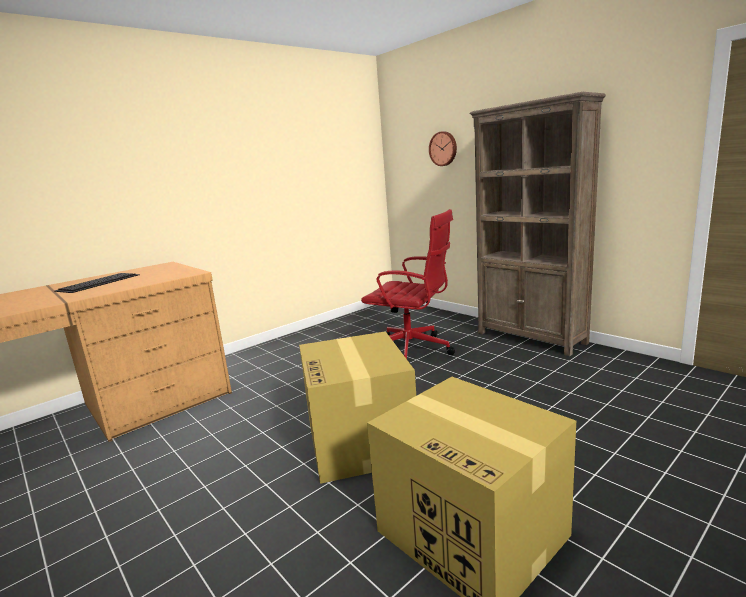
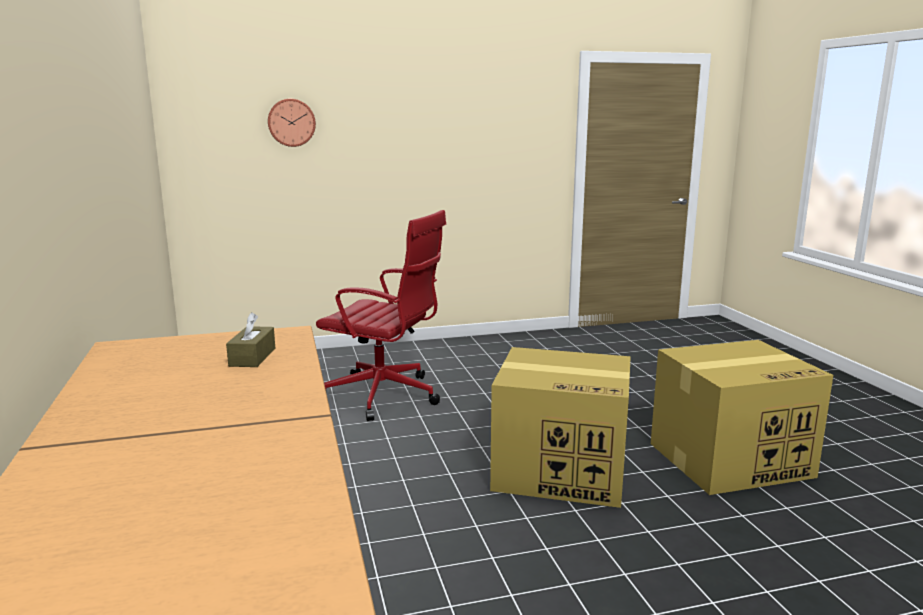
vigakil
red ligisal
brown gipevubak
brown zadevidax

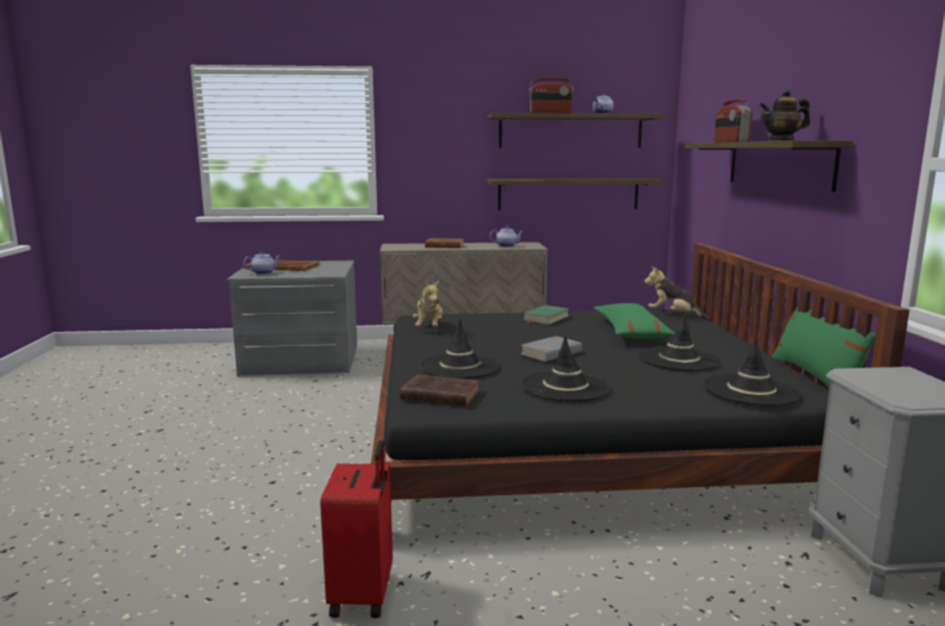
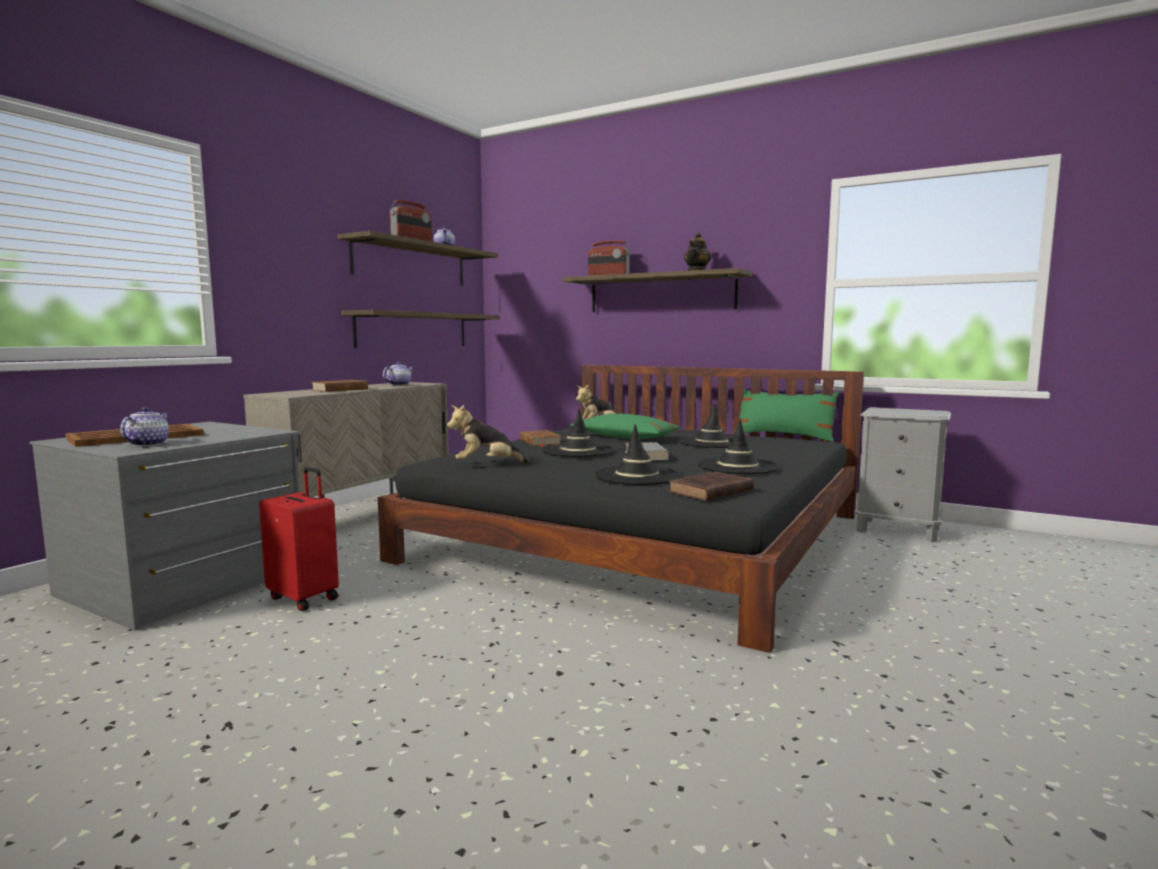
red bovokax
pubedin (1st from left)
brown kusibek (2nd from left)
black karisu (1st from left)

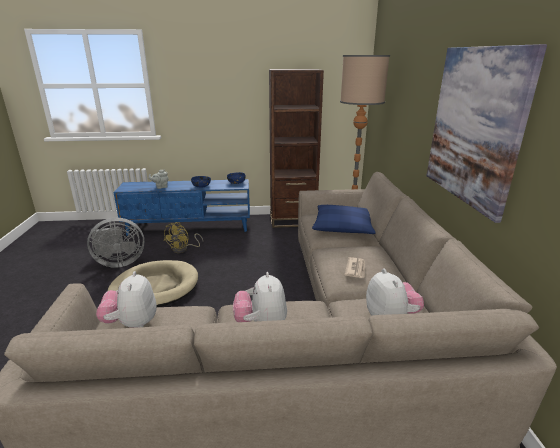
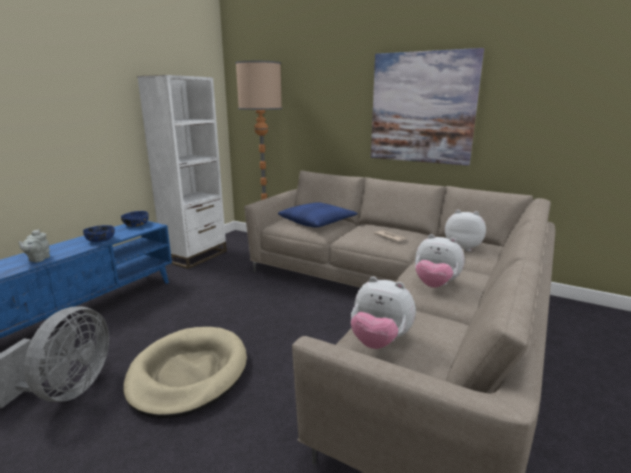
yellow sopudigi
white gipevubak

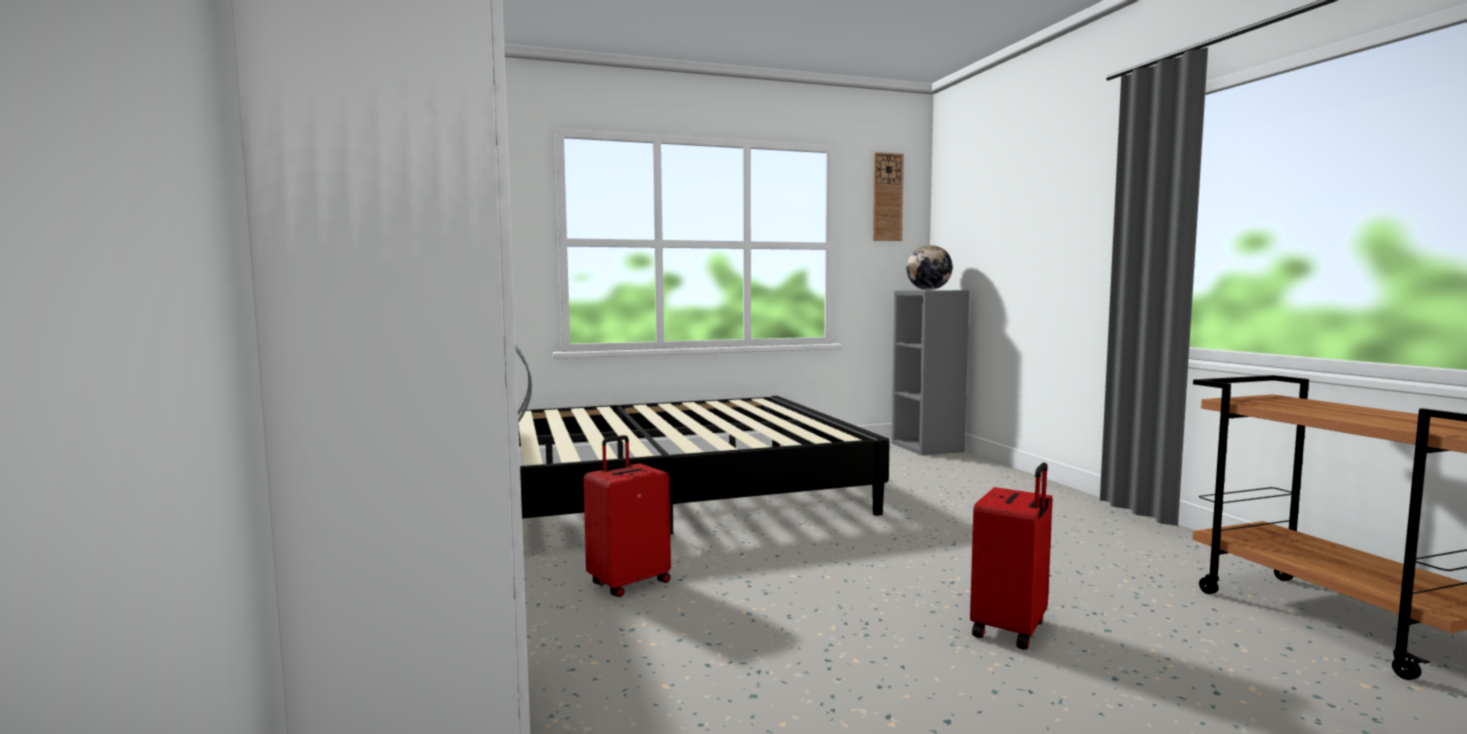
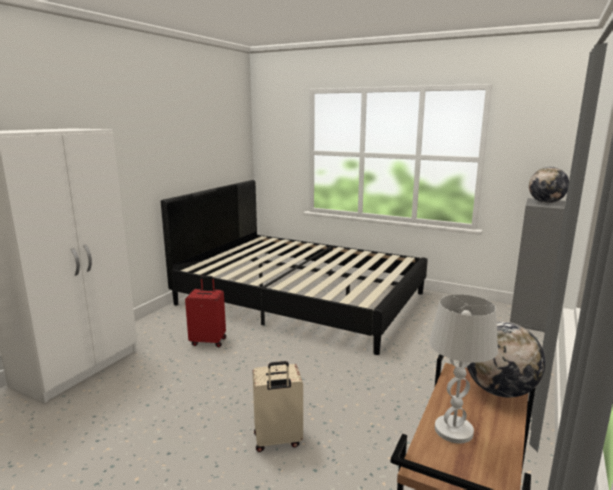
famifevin
beige bovokax
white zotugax
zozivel (1st from left)

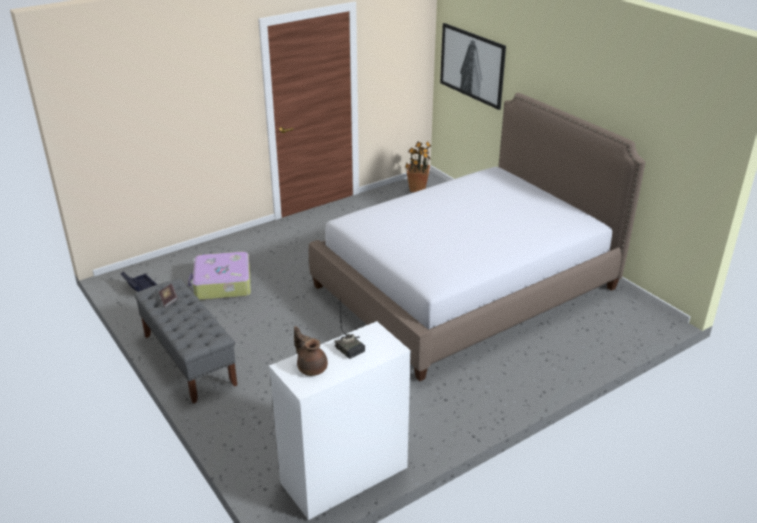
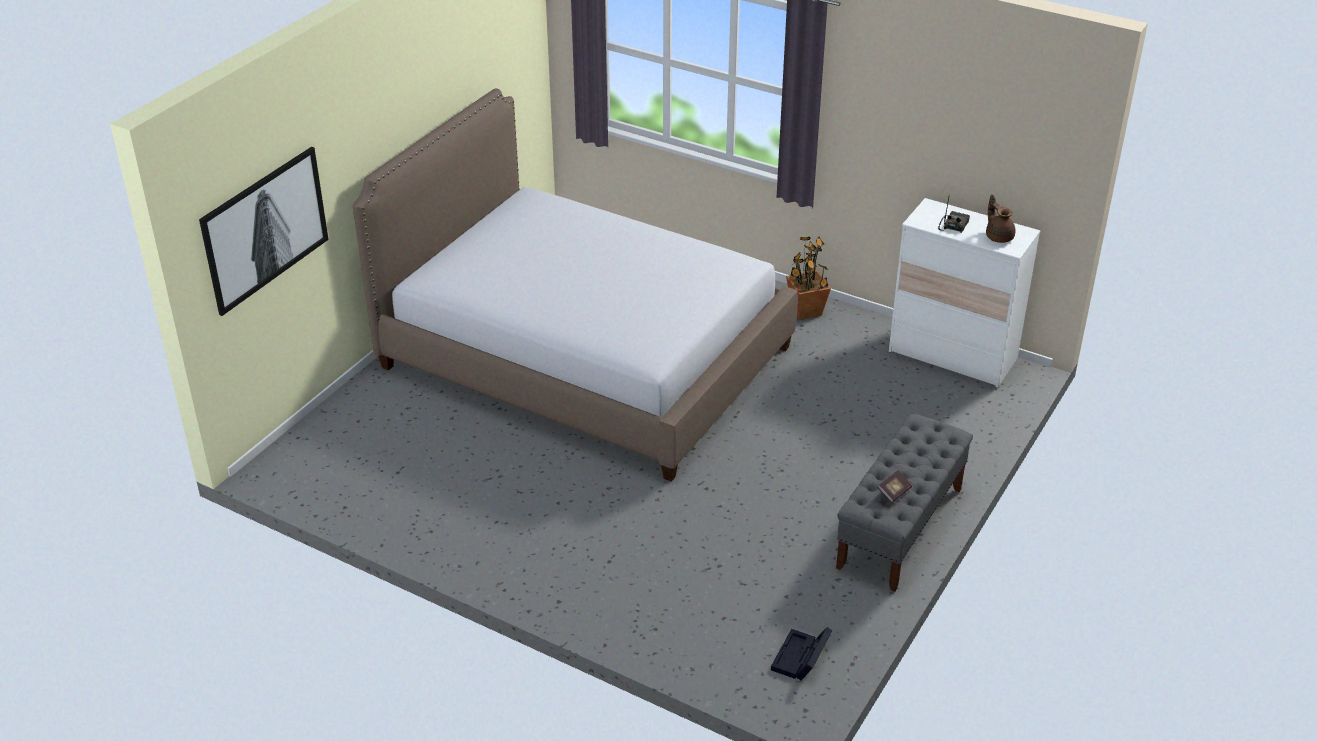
bovokax
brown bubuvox
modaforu

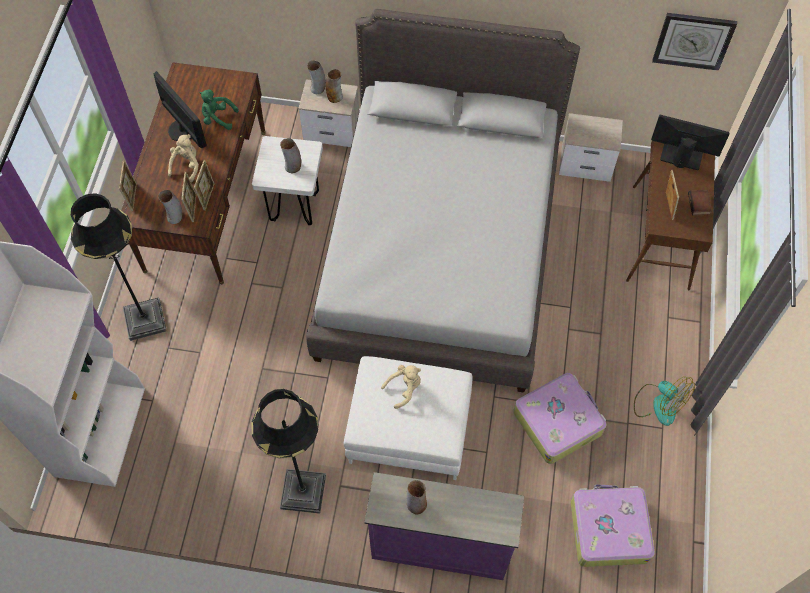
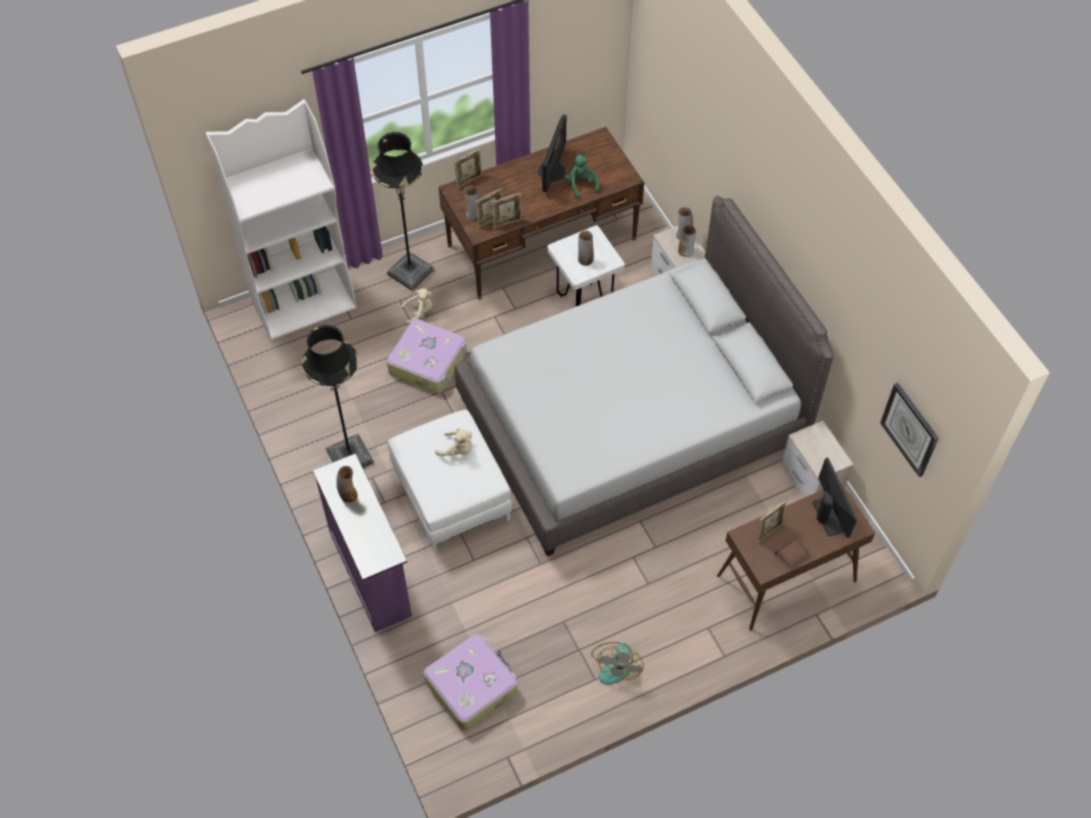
beige pubedin (1st from left)
bovokax (1st from left)

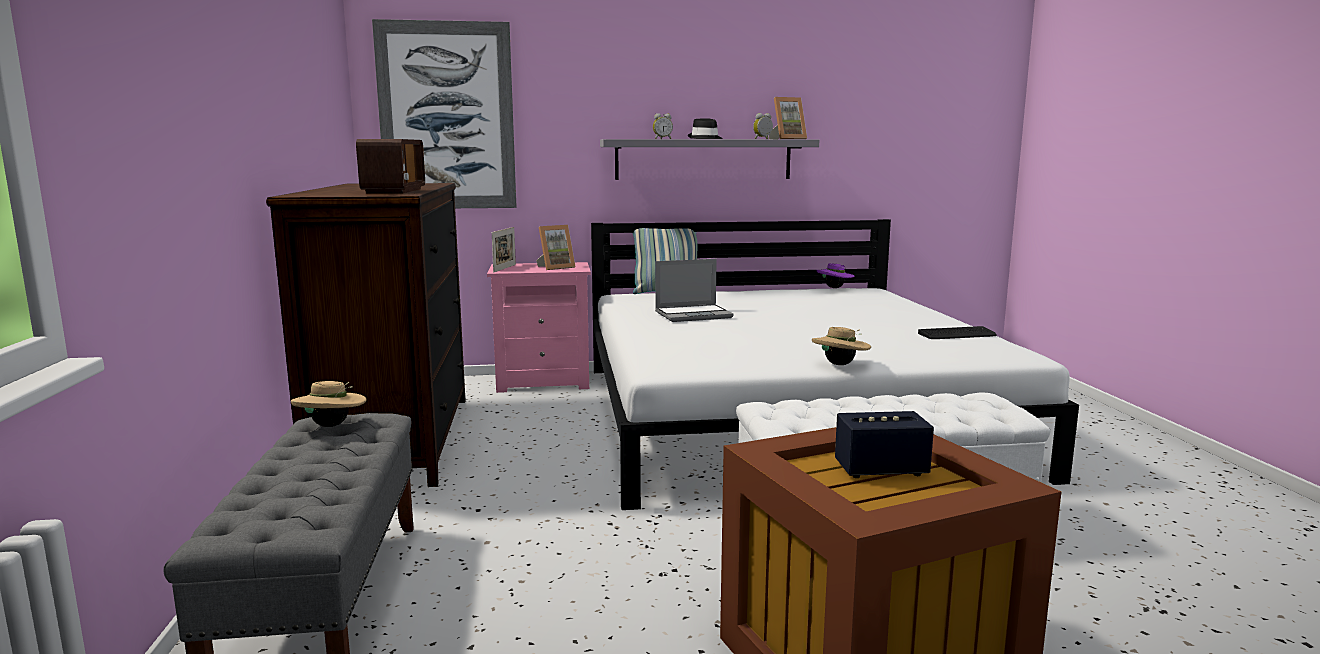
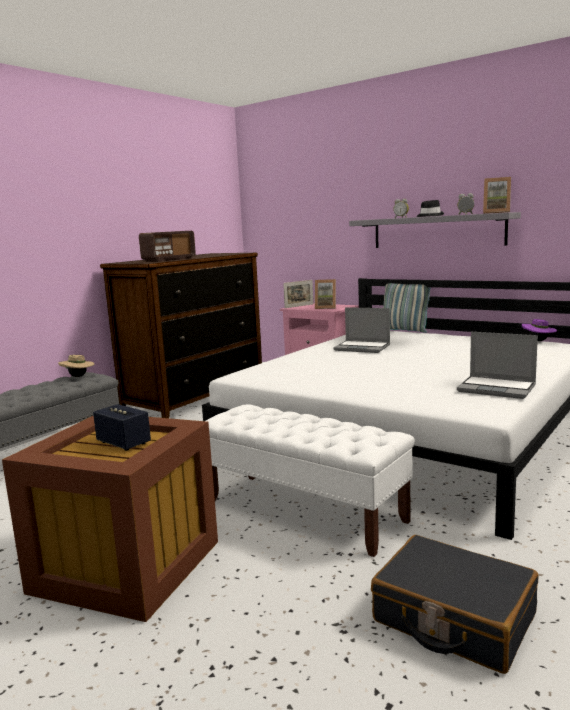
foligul
beige karisu (2nd from left in the first image)
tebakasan (2nd from left)
black bovokax

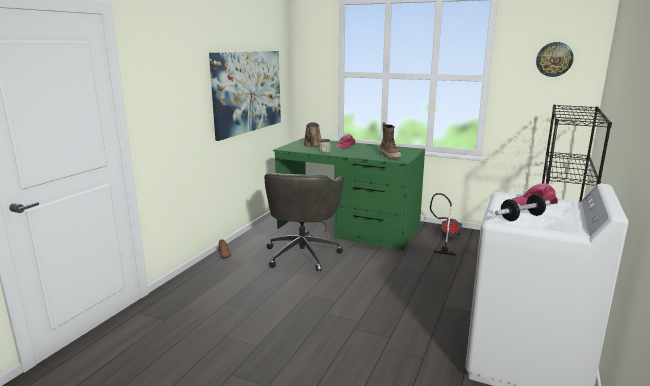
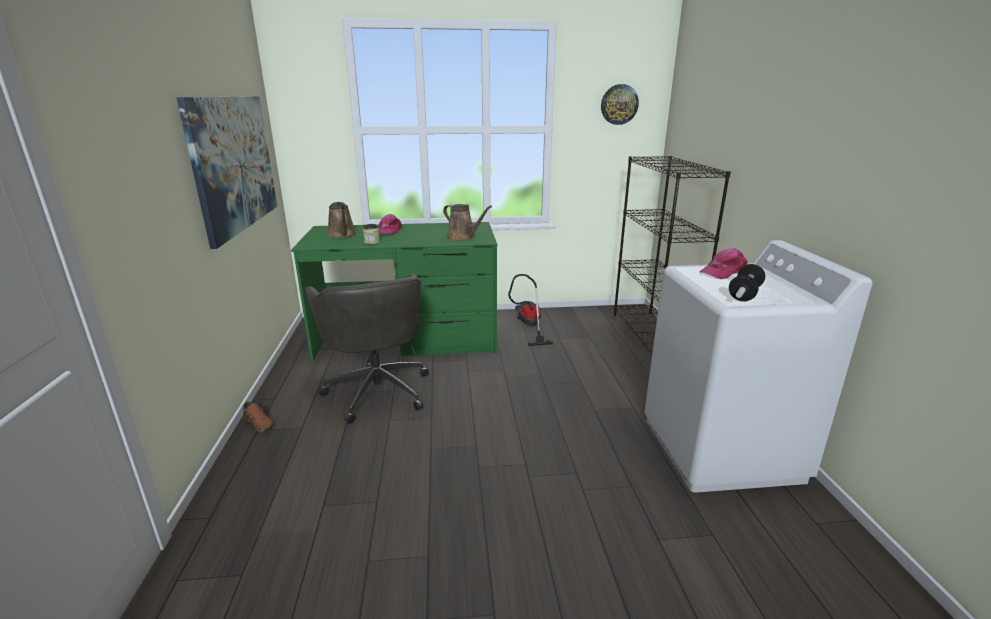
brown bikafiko (2nd from left)

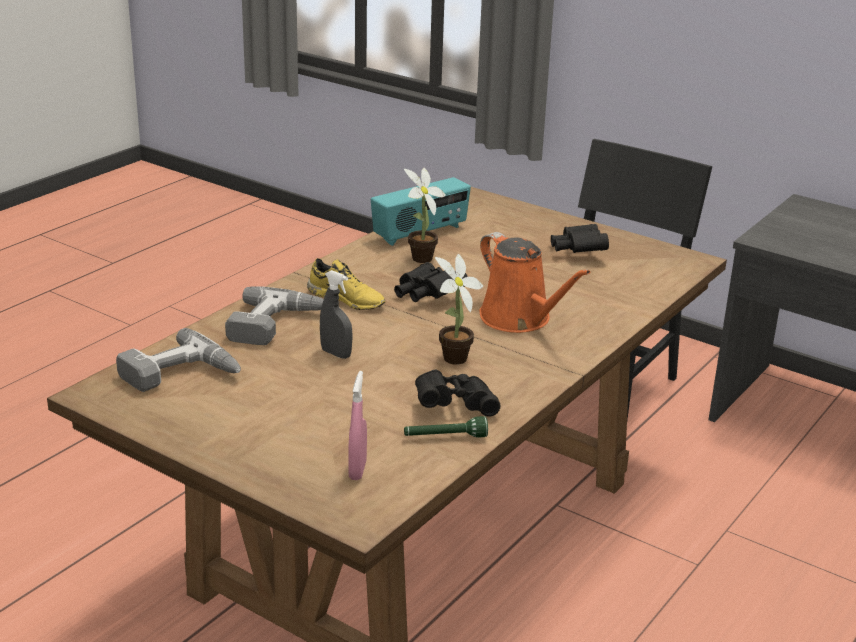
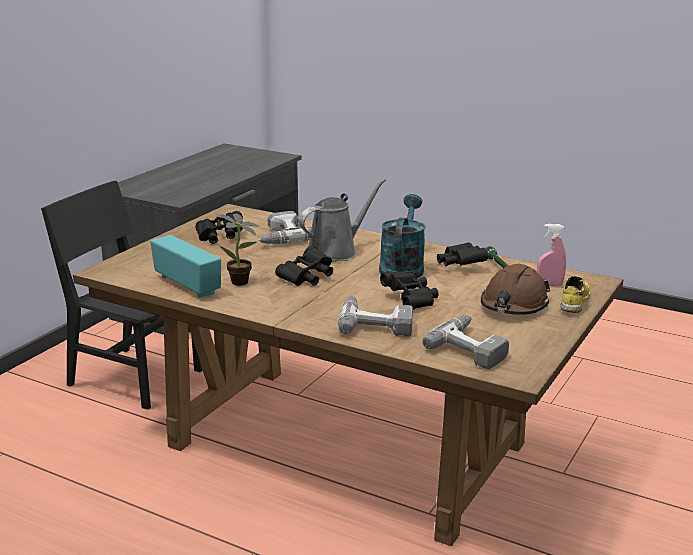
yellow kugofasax
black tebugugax (3rd from left)
turquoise bikafiko
grey bikafiko
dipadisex (1st from left)
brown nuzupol

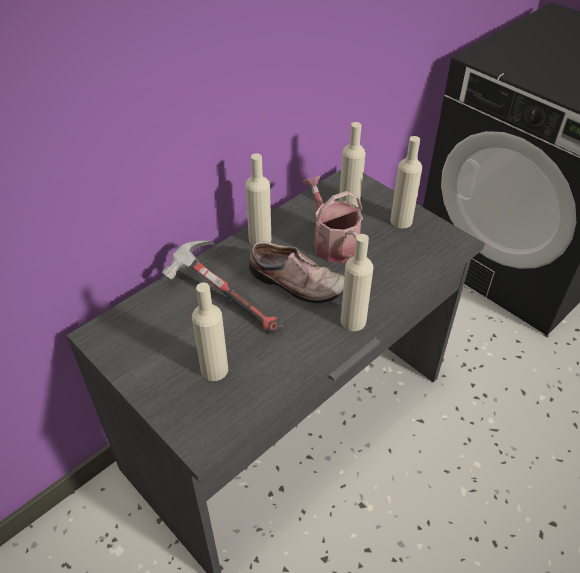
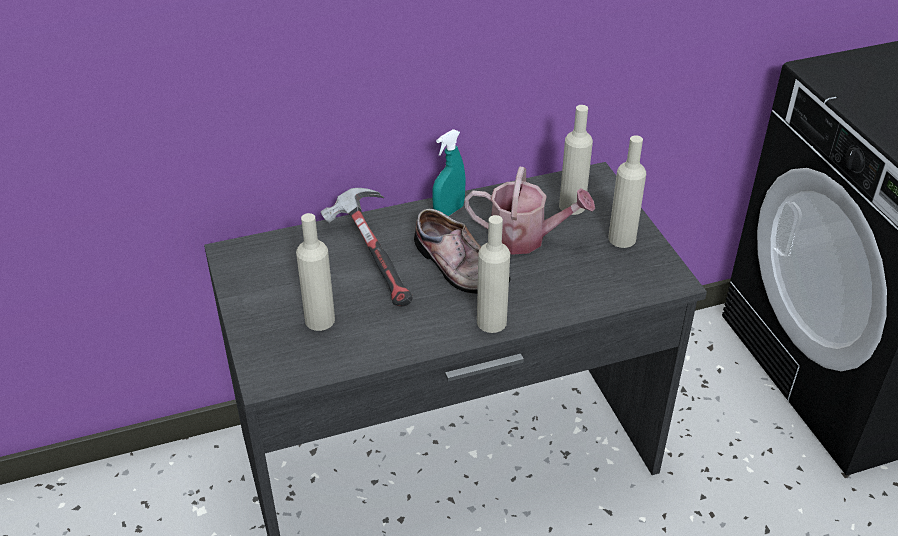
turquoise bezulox
bikafiko

